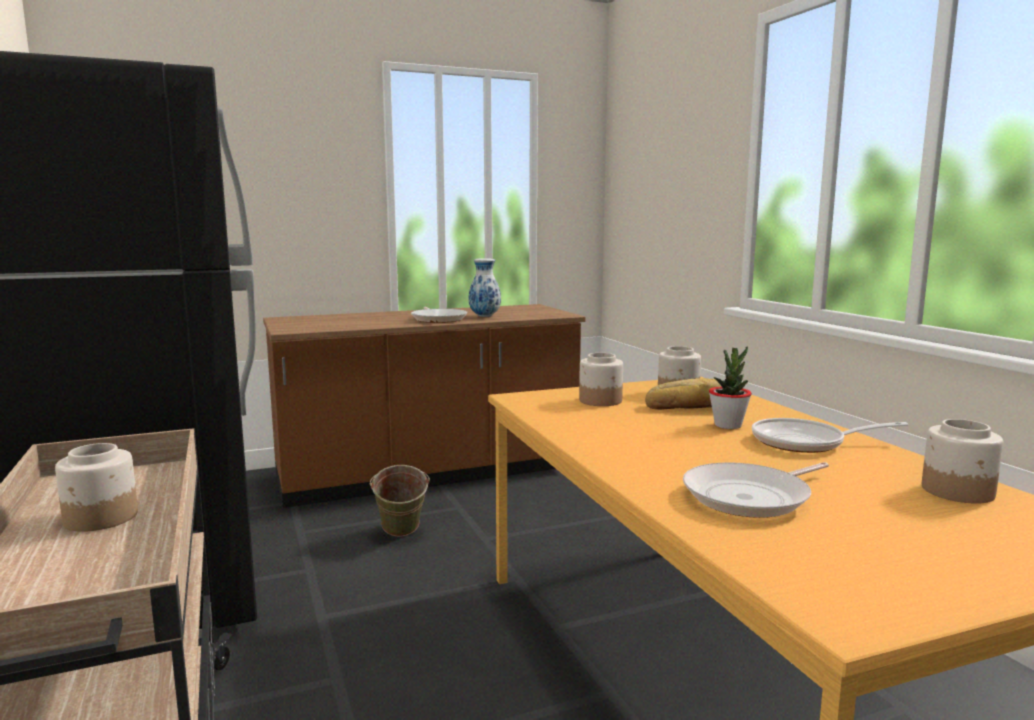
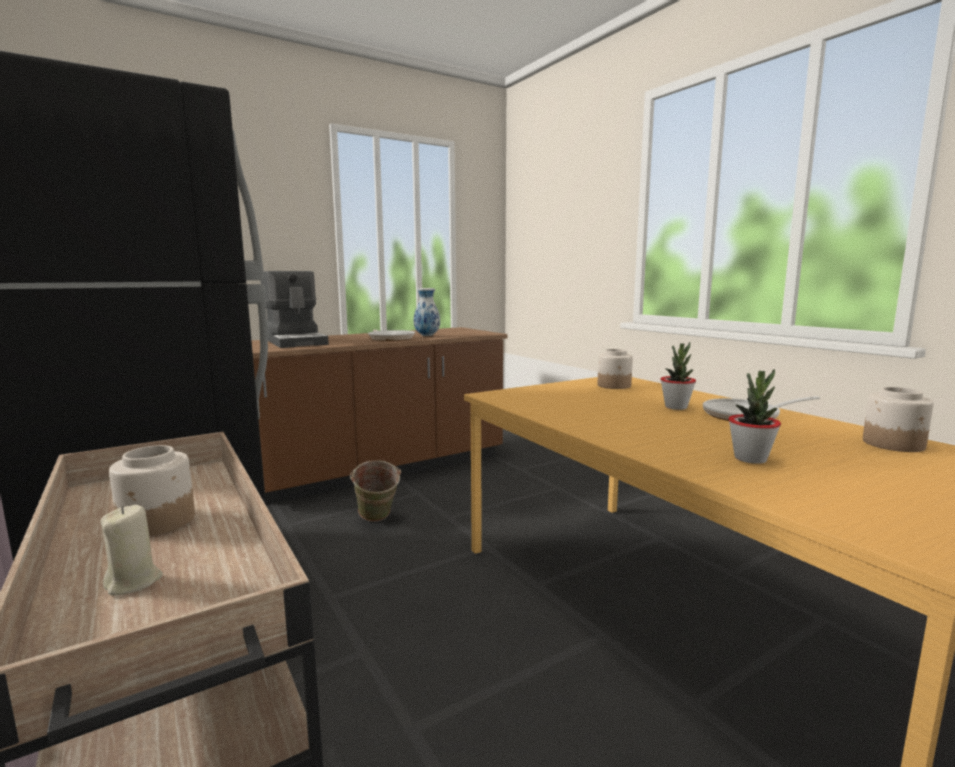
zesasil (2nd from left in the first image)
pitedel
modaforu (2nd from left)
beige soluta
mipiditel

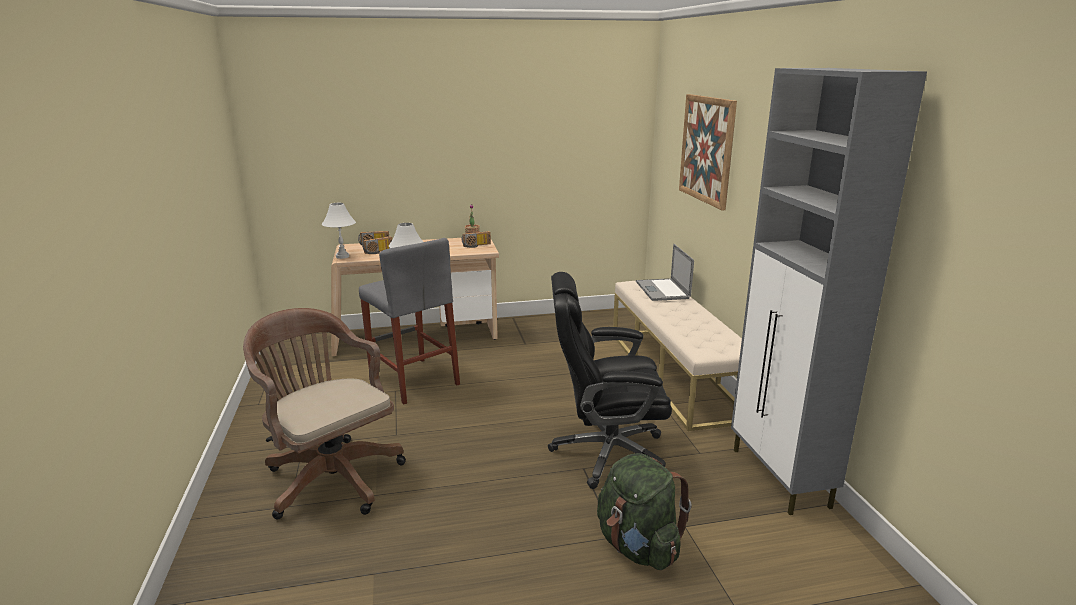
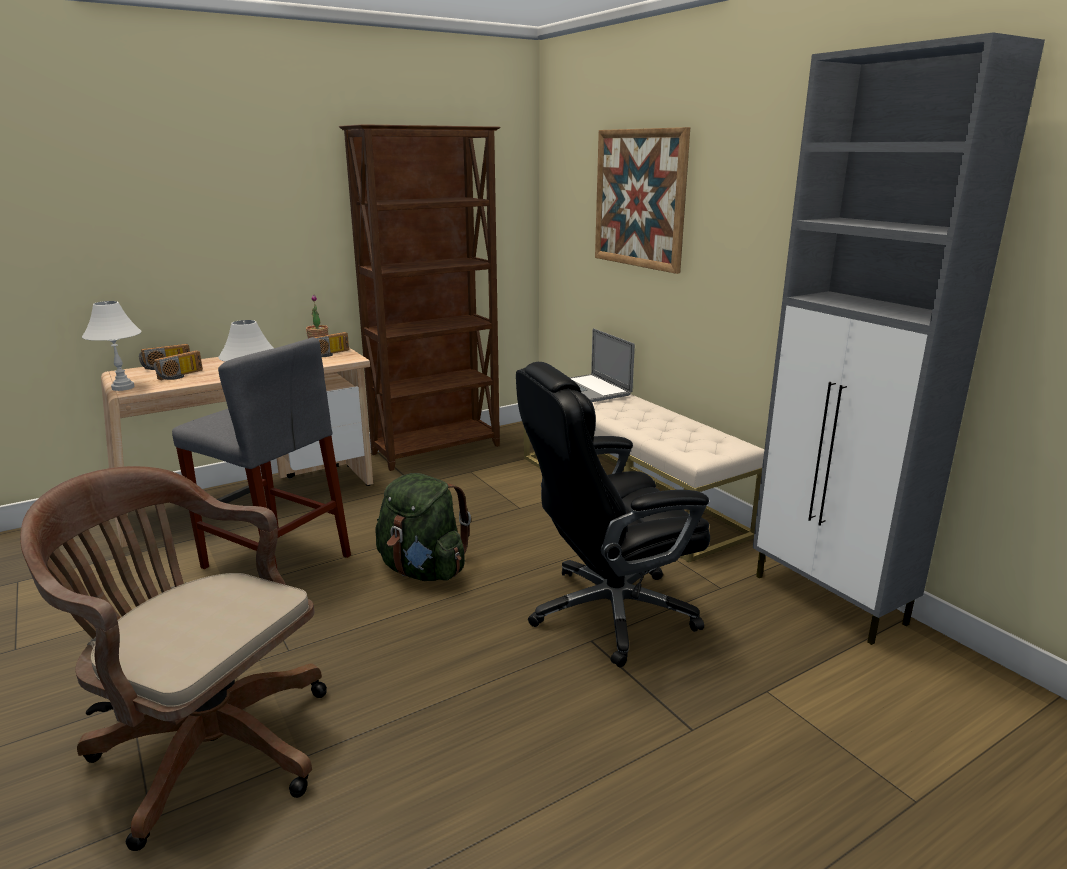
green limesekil
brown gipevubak

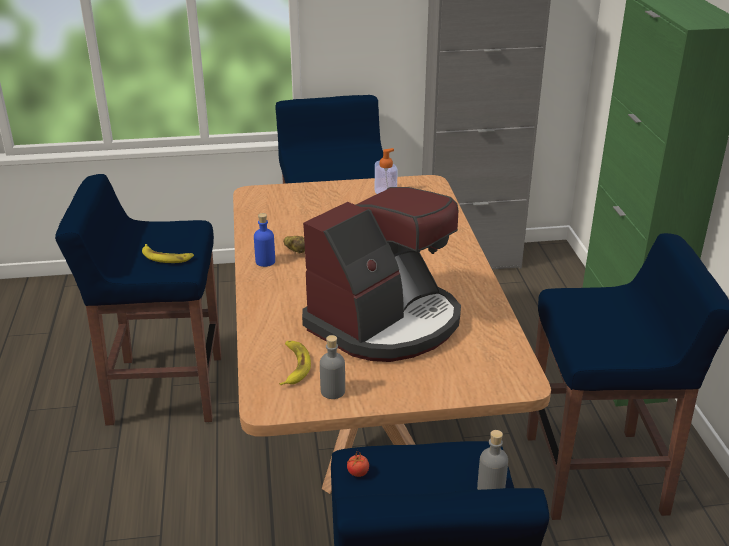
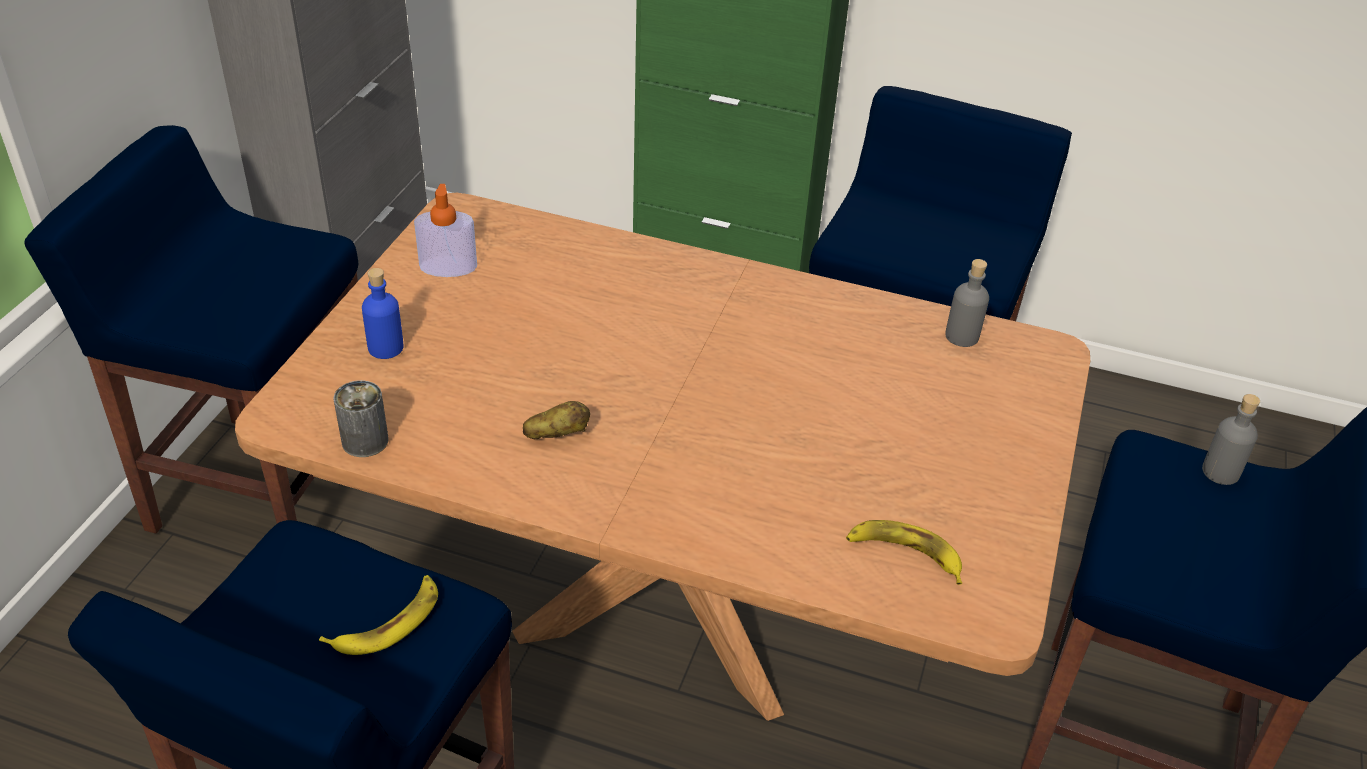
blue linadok
mipiditel
grey linadok (1st from left)
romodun
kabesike

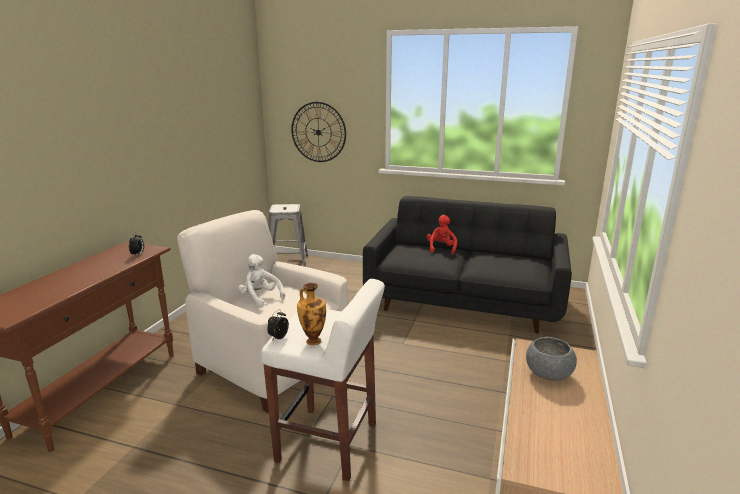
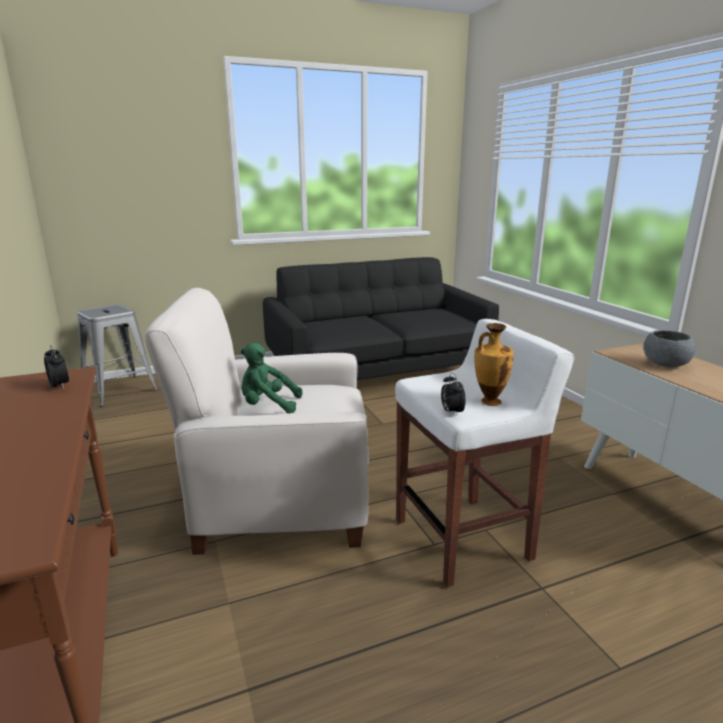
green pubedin
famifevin
red pubedin

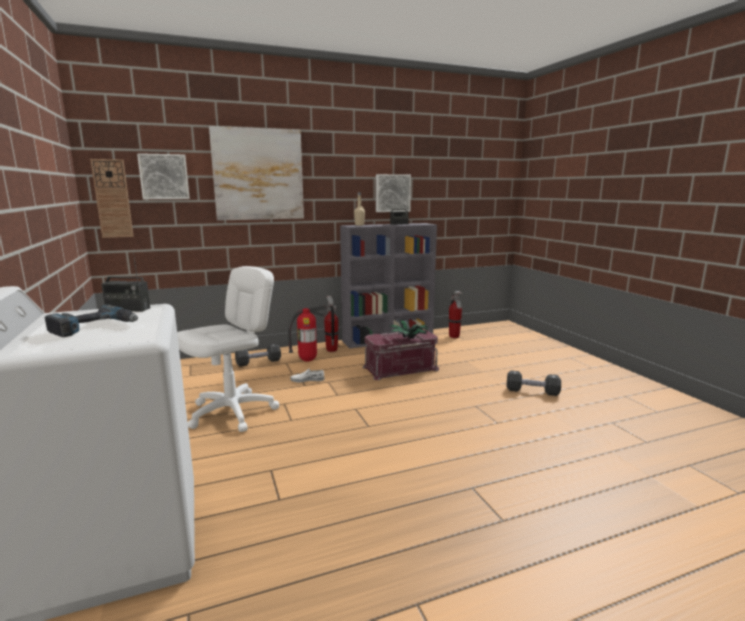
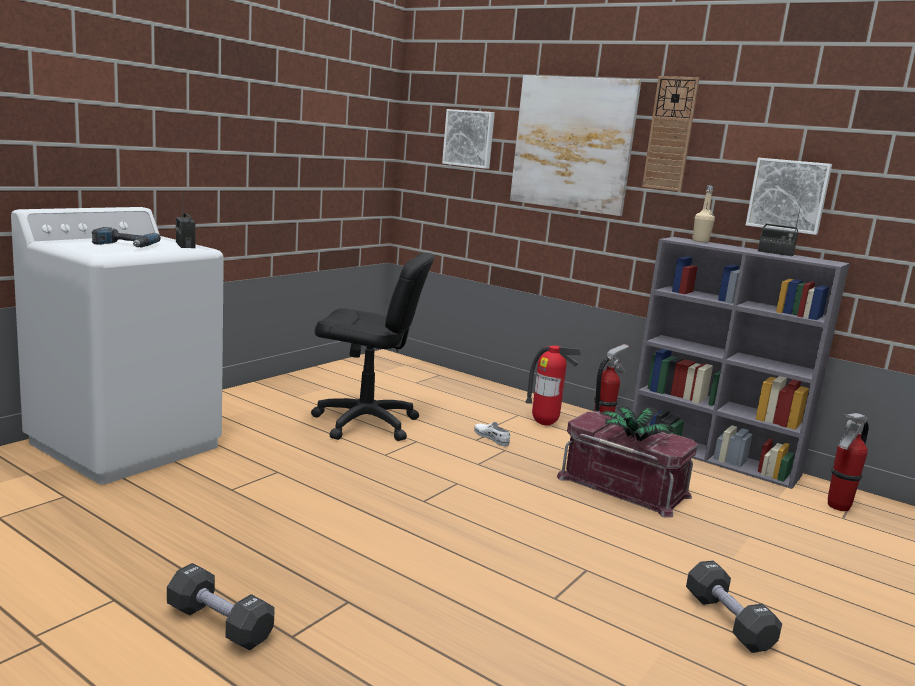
famifevin
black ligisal
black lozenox (1st from left)

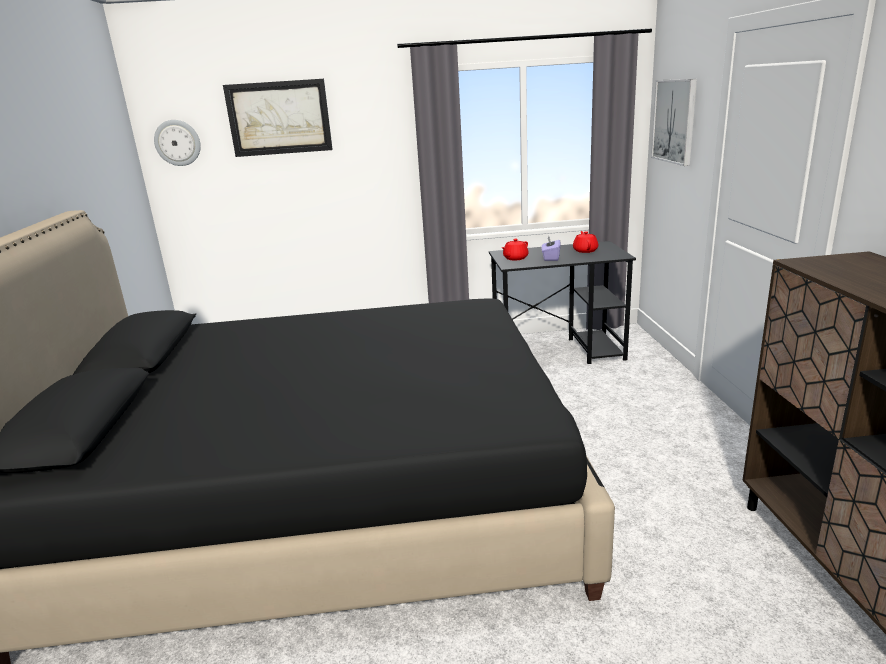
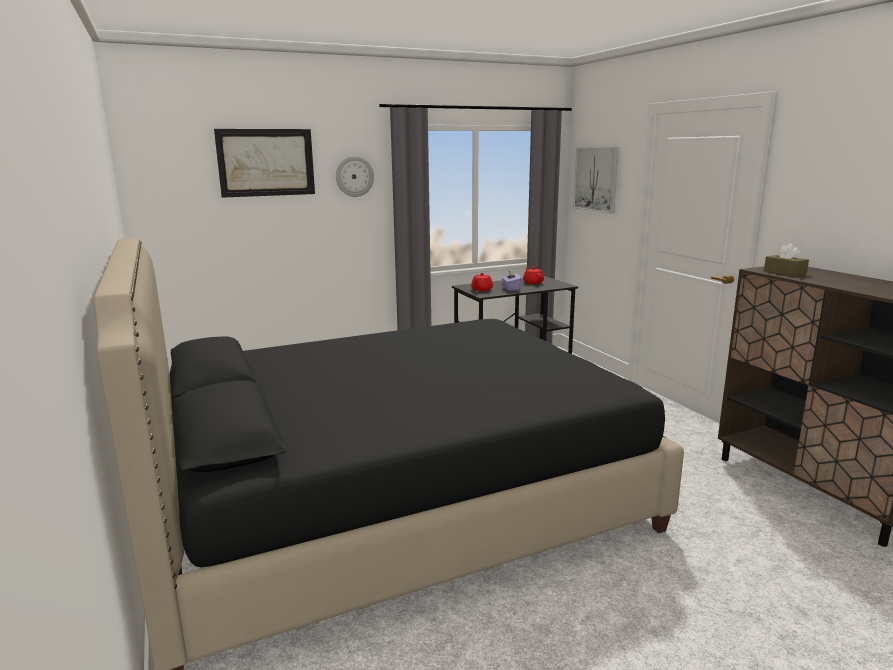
famifevin
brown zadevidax

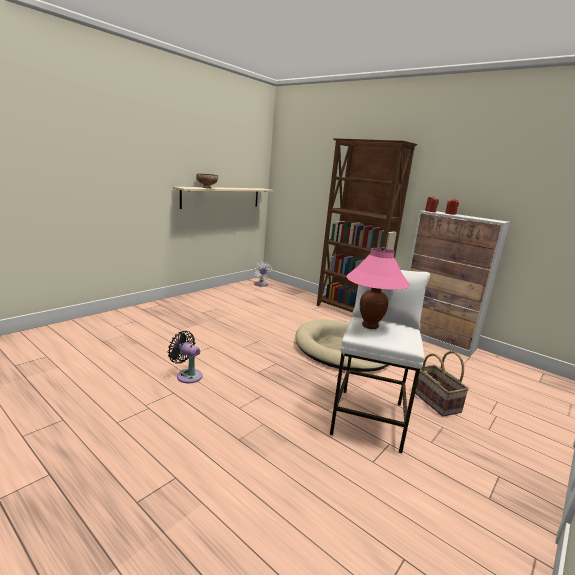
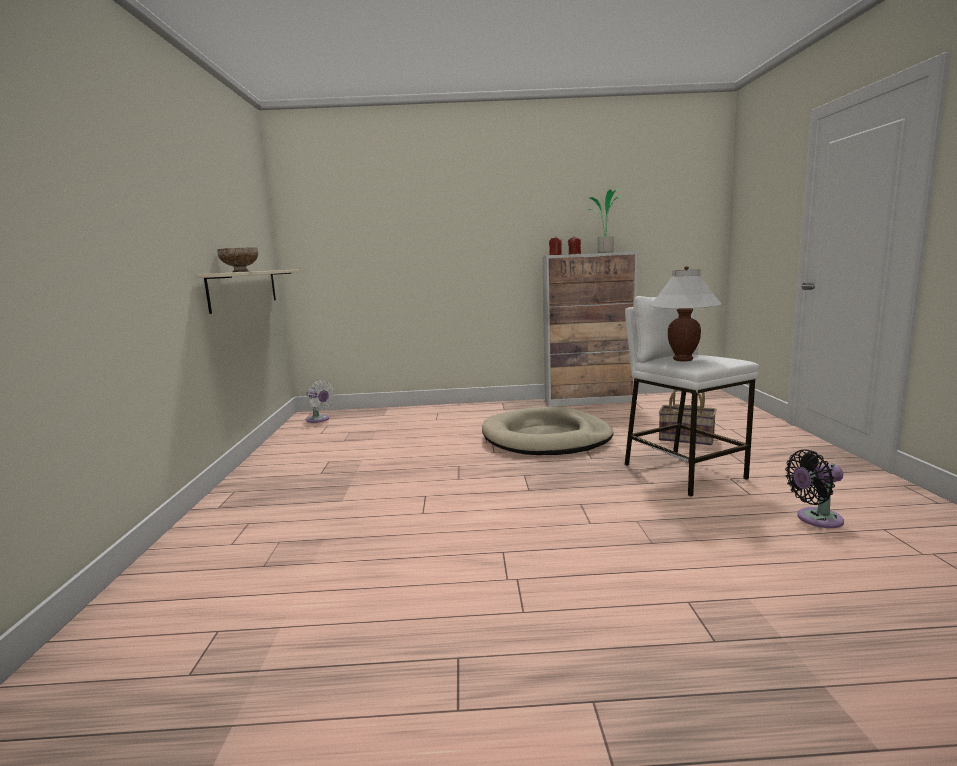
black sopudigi
brown gipevubak
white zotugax
modaforu

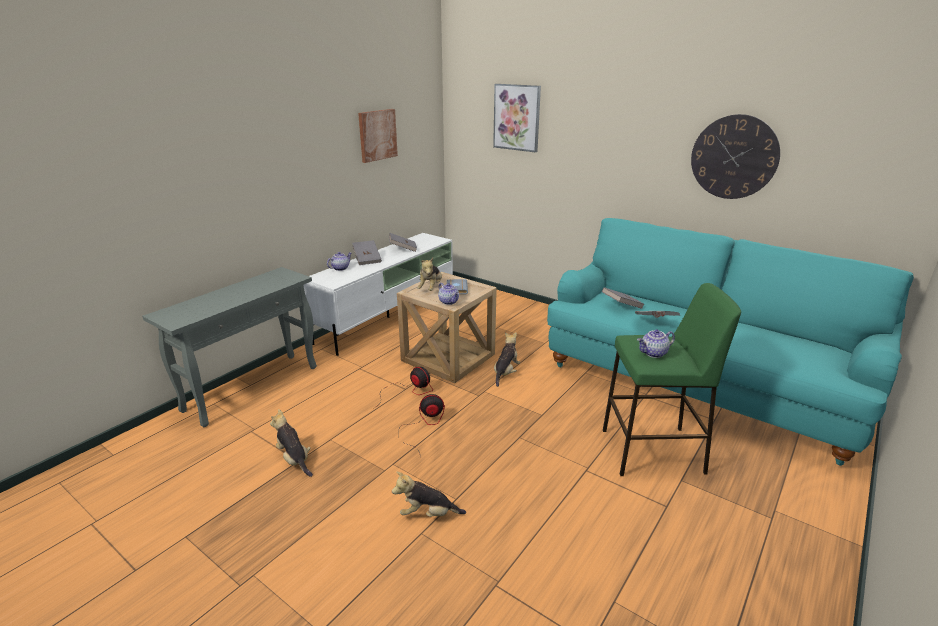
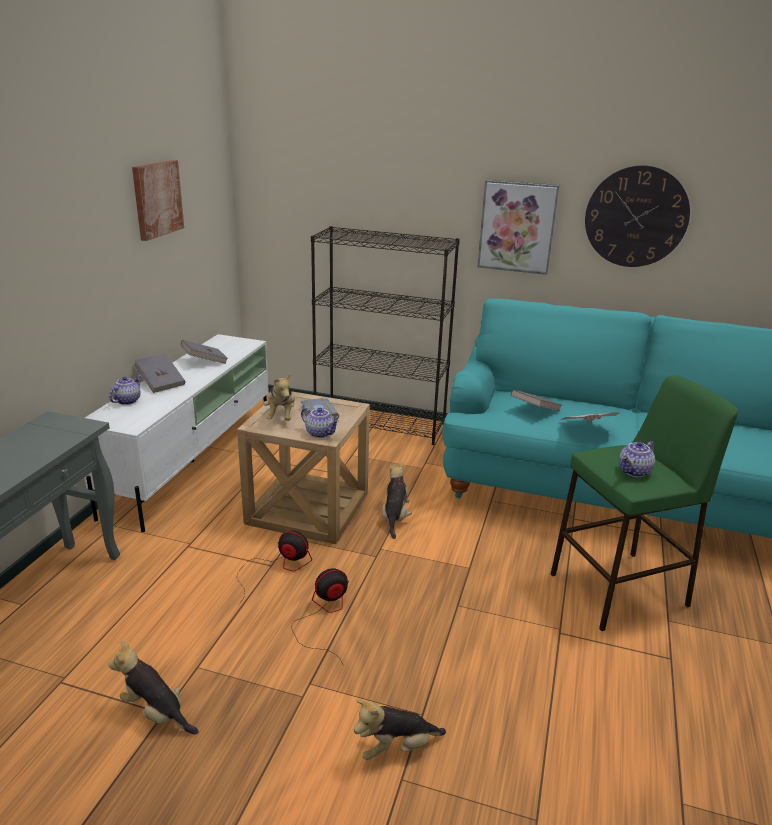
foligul (2nd from left)
black gipevubak

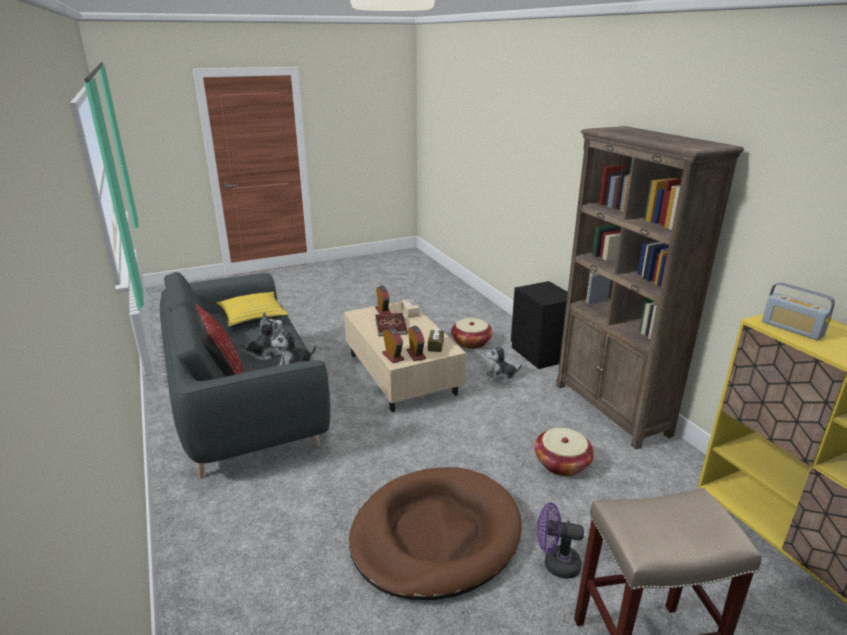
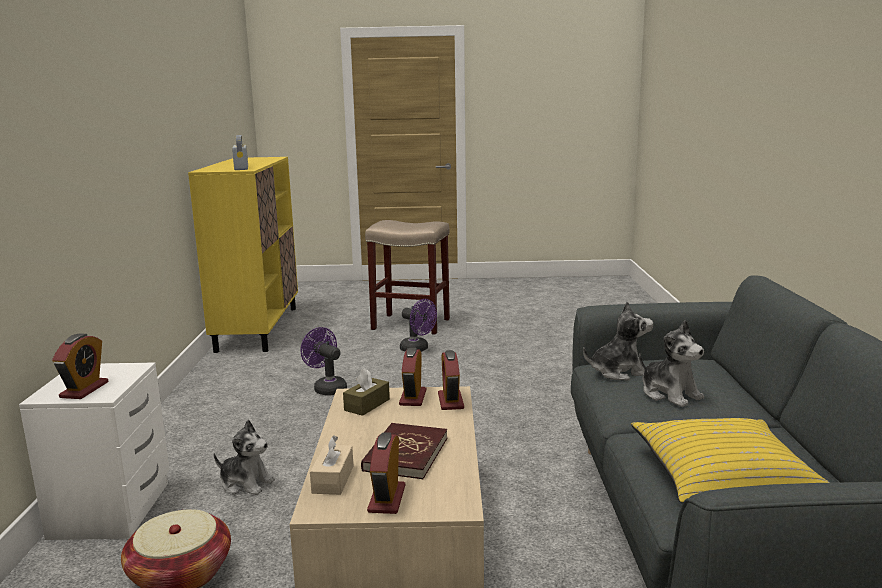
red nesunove
pubedin (3rd from left)
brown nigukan
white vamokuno
purple sopudigi (1st from left)
brown gipevubak
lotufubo (1st from left)

